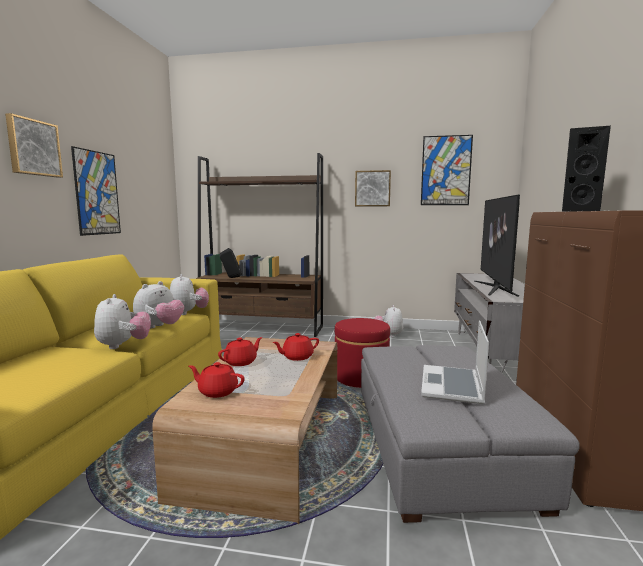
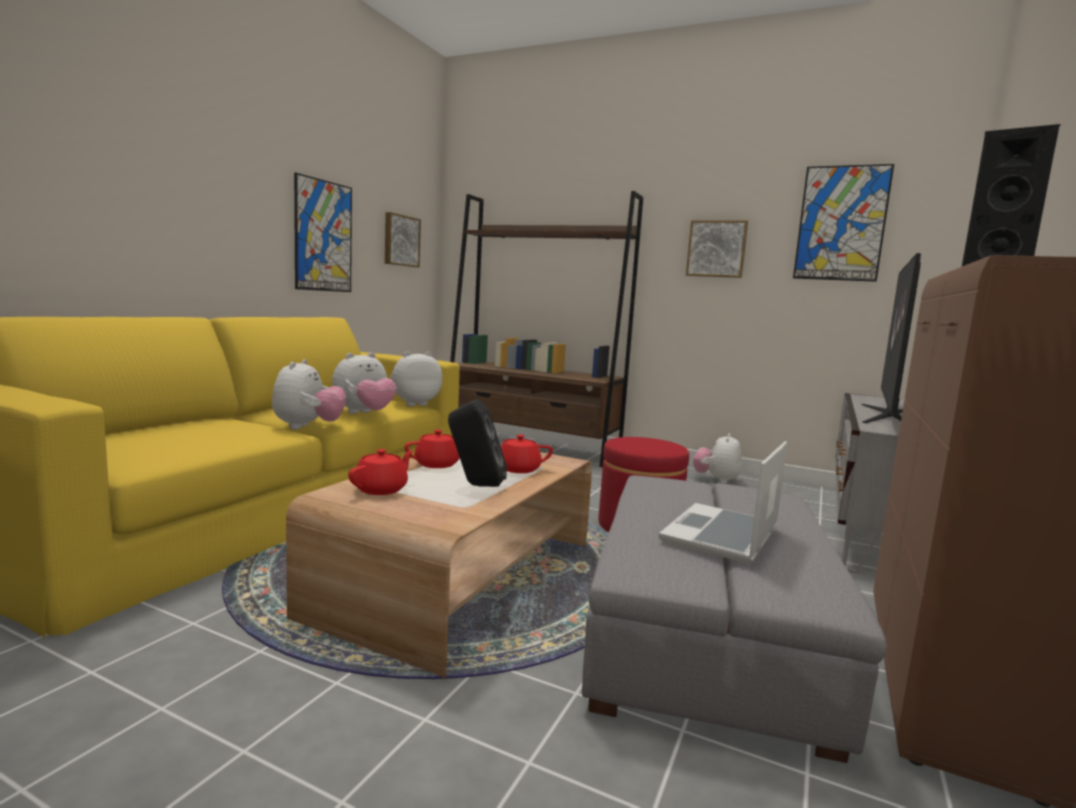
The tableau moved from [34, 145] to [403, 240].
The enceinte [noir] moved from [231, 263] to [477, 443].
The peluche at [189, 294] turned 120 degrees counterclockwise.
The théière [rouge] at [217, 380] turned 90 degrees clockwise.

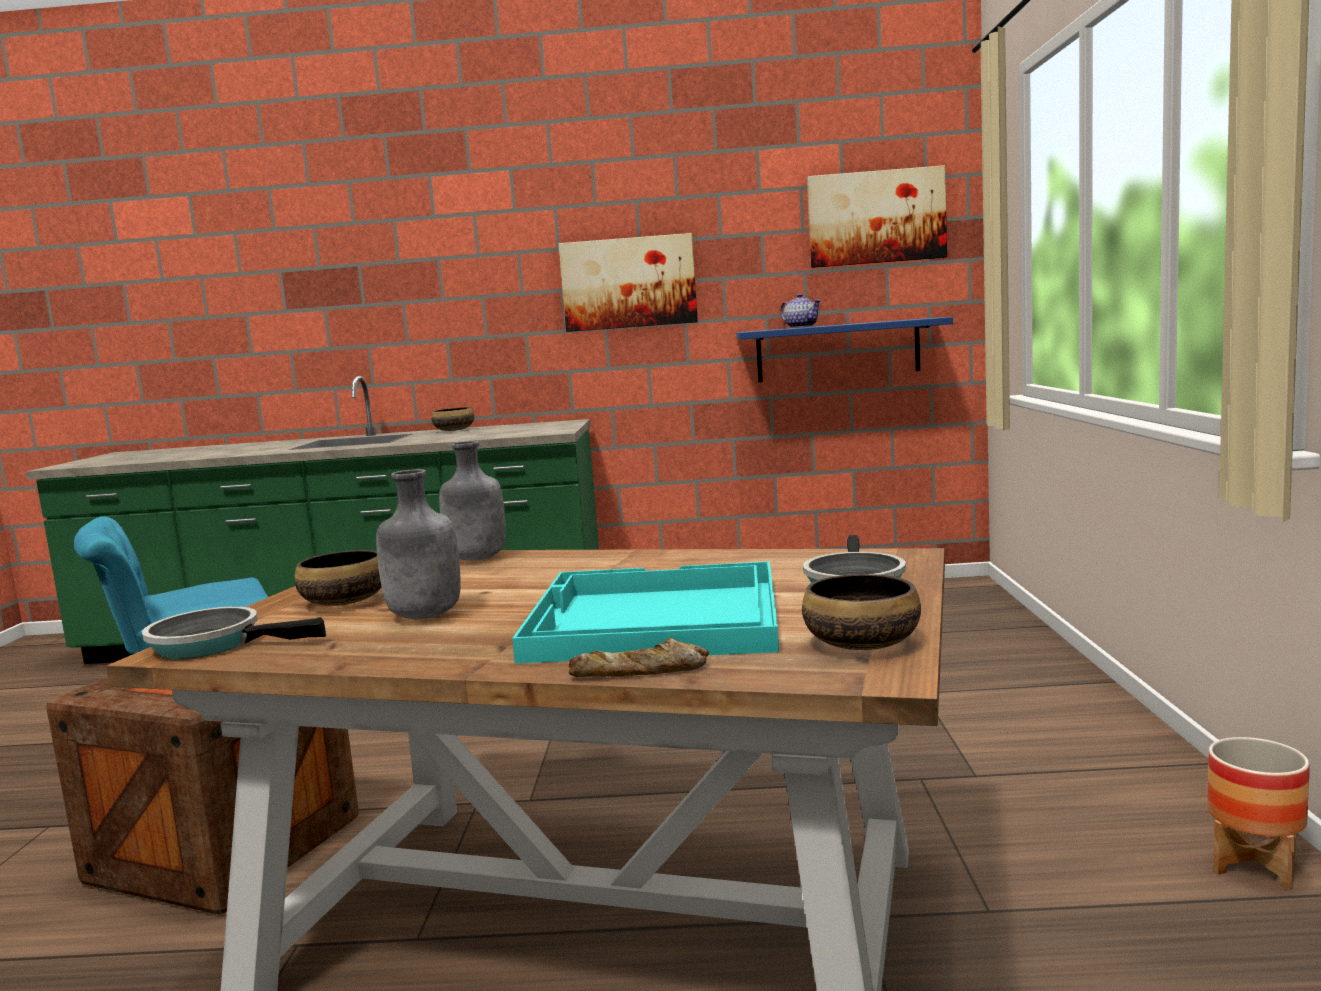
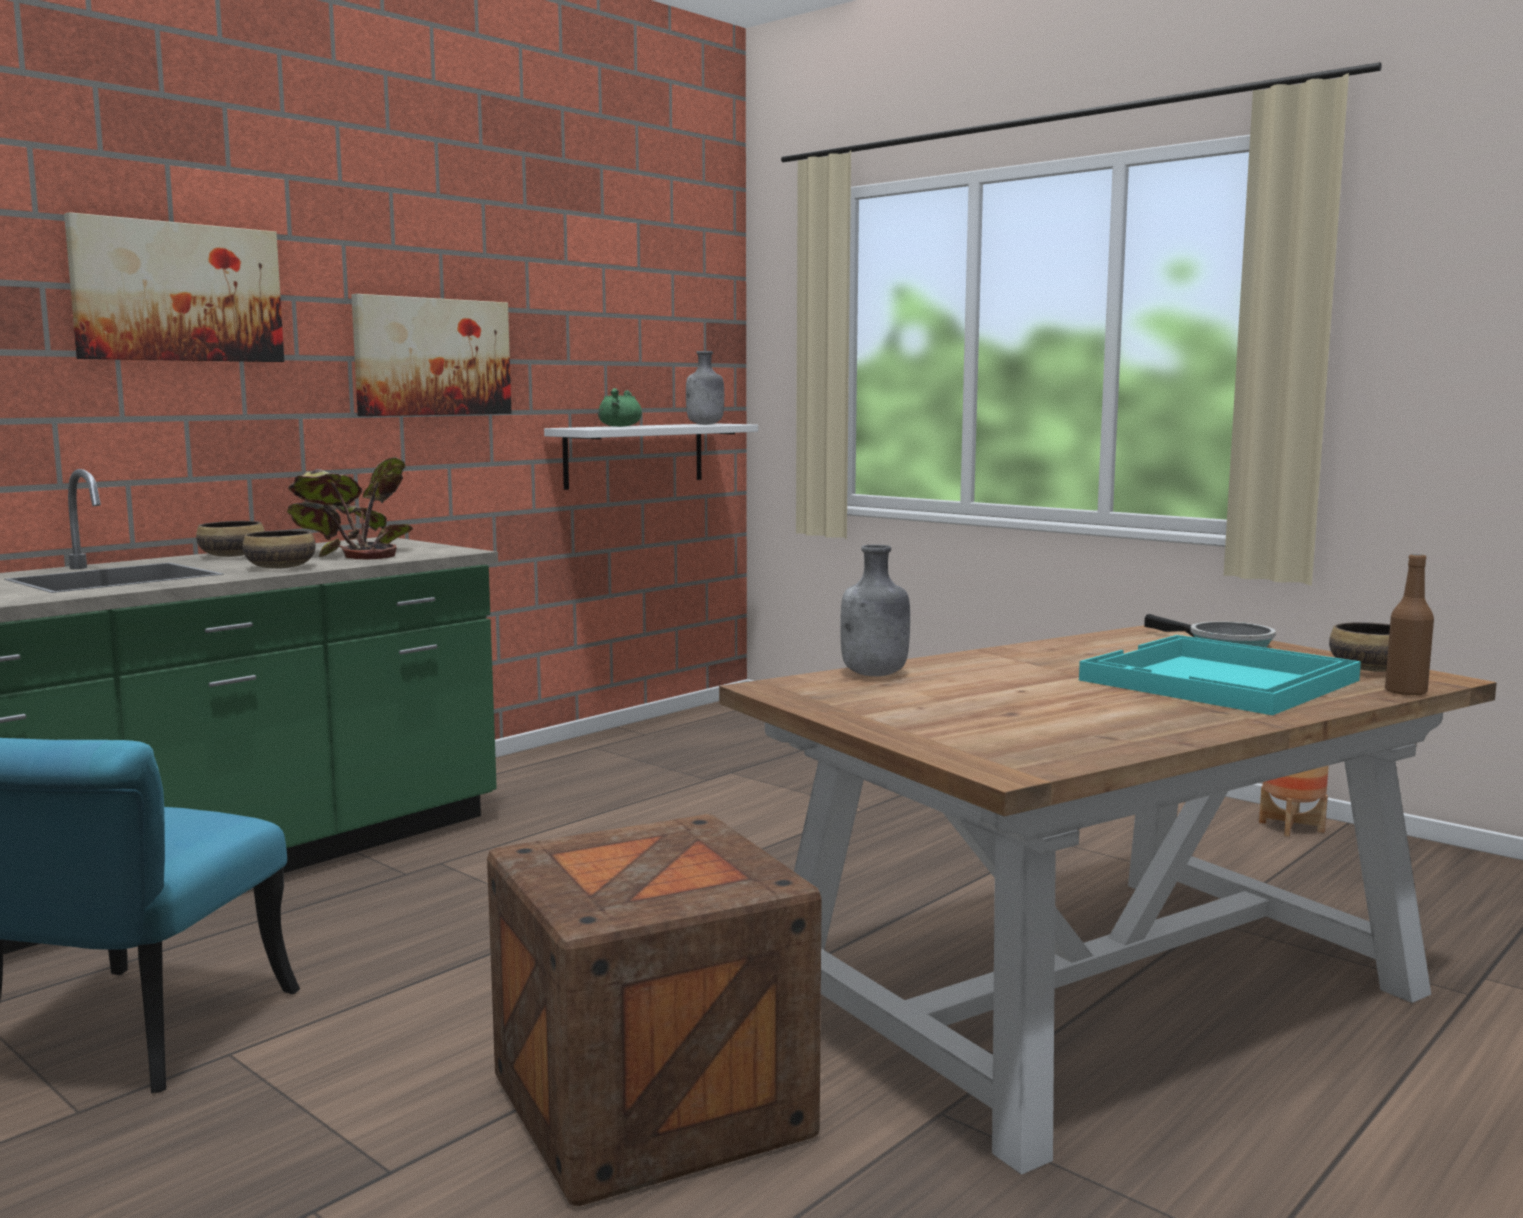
The tableau moved from [877, 216] to [174, 287].
The théière at [800, 311] was replaced by the marmite [vert] at [620, 407].
The étagère [bleu] at [844, 349] became the étagère [blanc] at [651, 456].
The bouteille [gris] moved from [418, 544] to [705, 388].
The bol moved from [338, 578] to [279, 549].
The poêle at [234, 632] disappeared.
The pain at [639, 657] disappeared.
The plante en pot at [350, 508] appeared.
The bouteille [marron] at [1409, 625] appeared.

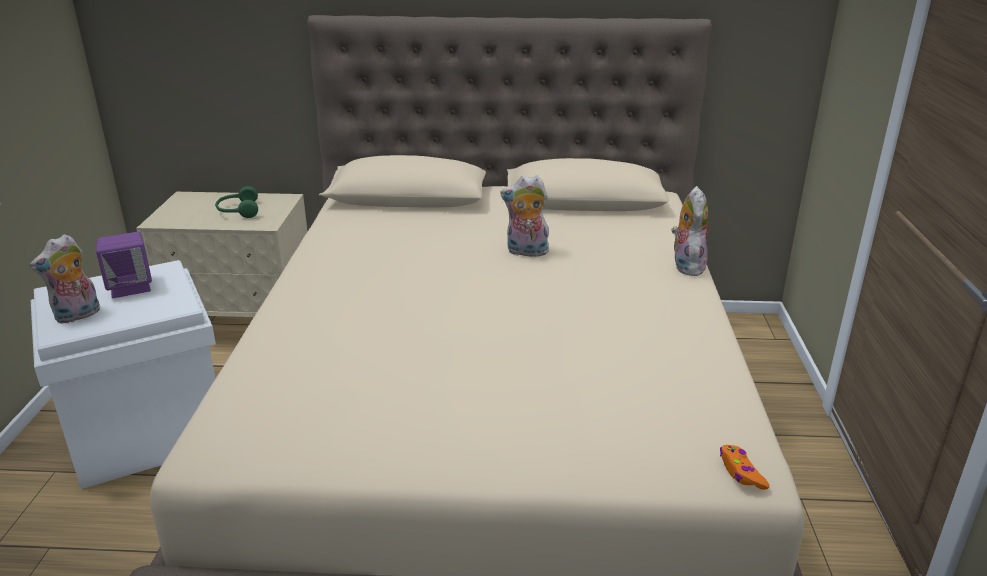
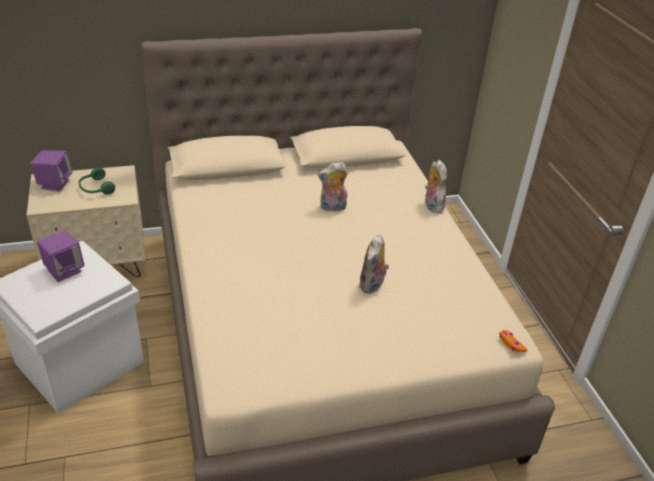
The peluche moved from [65, 279] to [374, 264].
The enceinte [violet] at [51, 170] appeared.

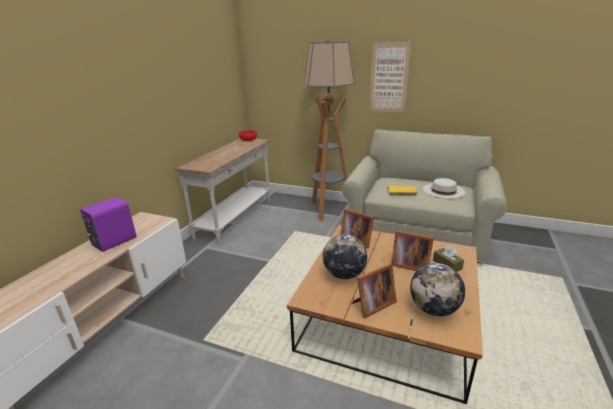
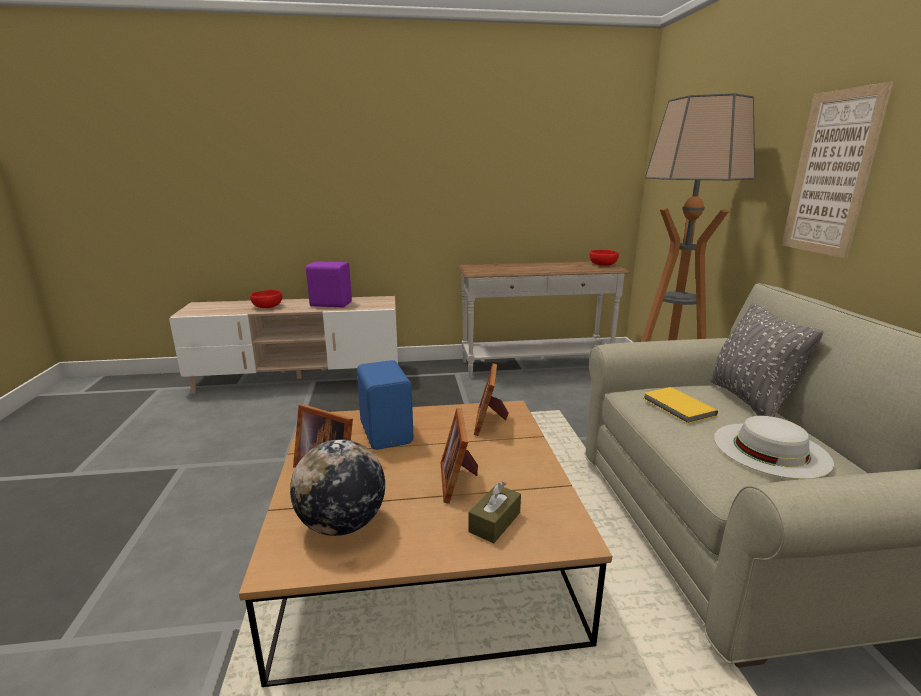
The globe at [345, 256] was replaced by the enceinte [bleu] at [385, 405].
The bol [rouge] at [266, 299] appeared.
The coussin [gris] at [766, 359] appeared.

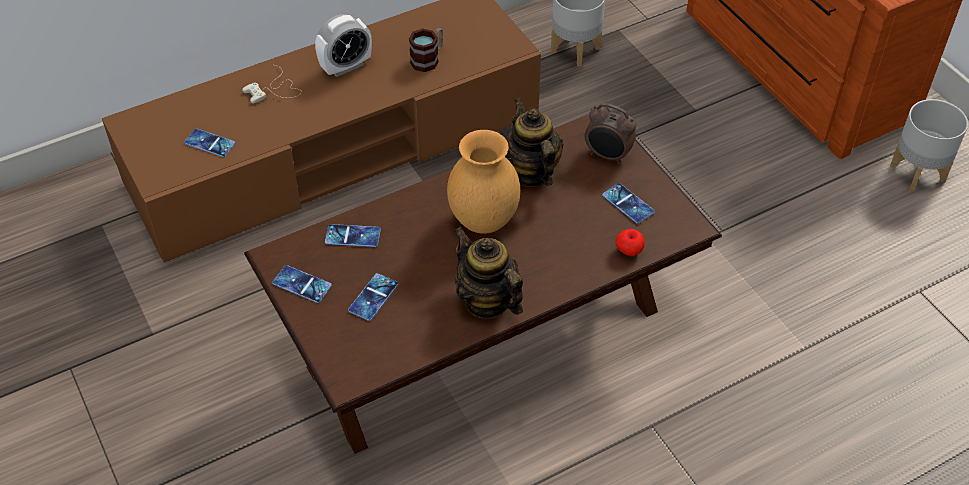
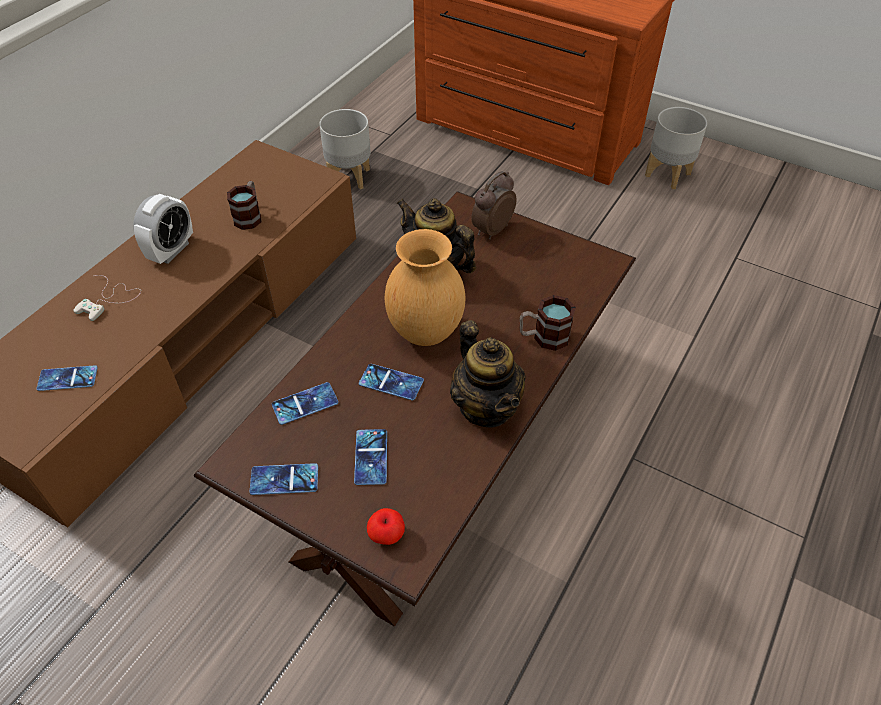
The réveil at [610, 133] turned 135 degrees clockwise.
The téléphone moved from [628, 203] to [391, 382].
The théière at [488, 273] turned 135 degrees counterclockwise.
The pomme moved from [630, 242] to [386, 526].
The mug at [548, 323] appeared.

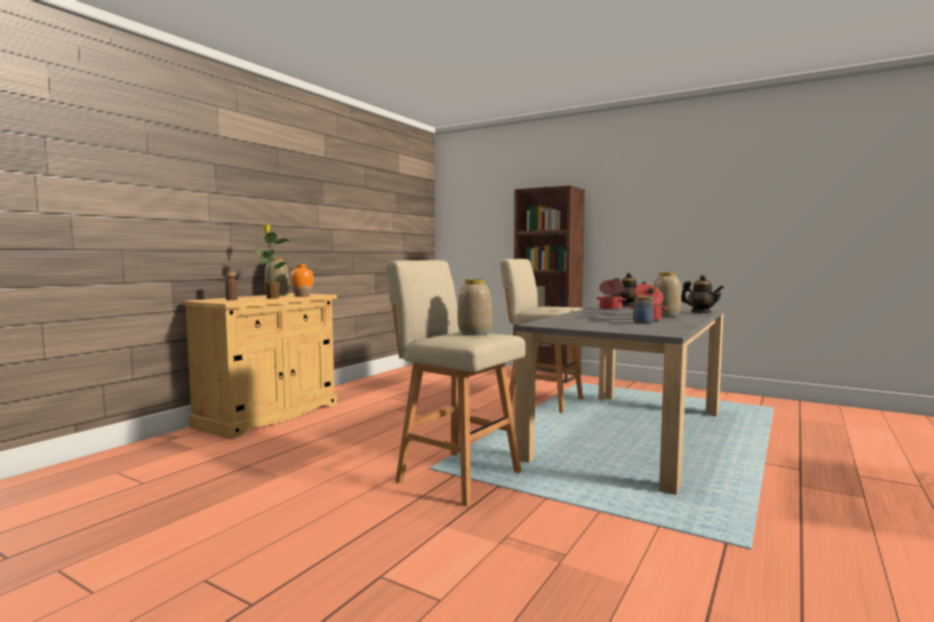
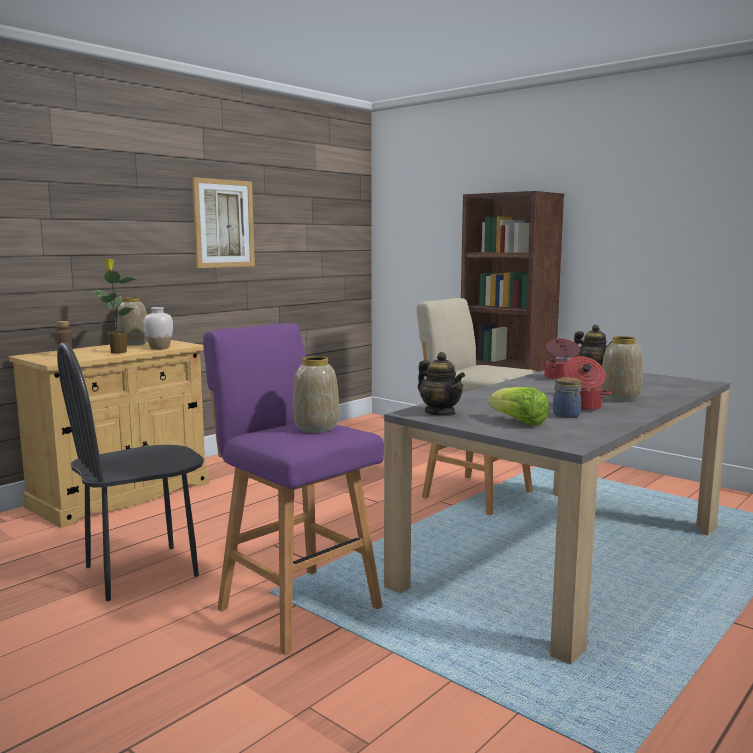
The tabouret [beige] at [455, 383] became the tabouret [violet] at [293, 489].
The vase [orange] at [302, 280] became the vase [blanc] at [158, 328].
The théière moved from [702, 294] to [441, 384].
The tableau at [223, 222] appeared.
The chaise [noir] at [130, 471] appeared.
The laitue at [518, 406] appeared.

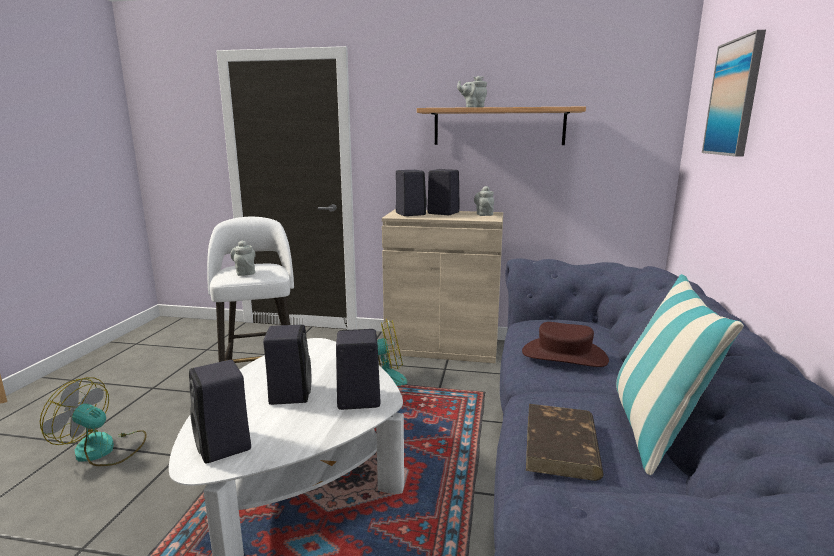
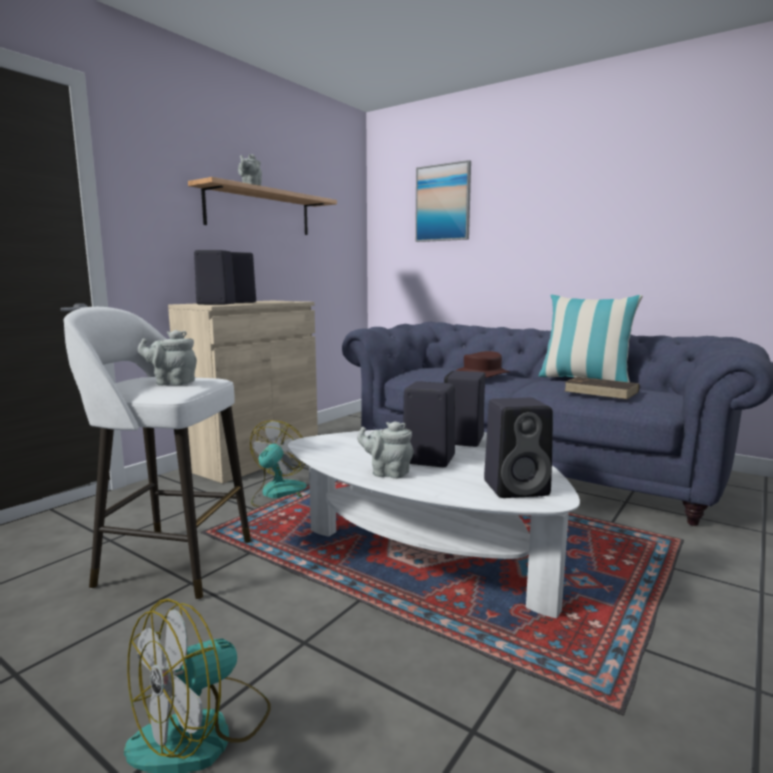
The théière [gris] moved from [484, 201] to [385, 450].

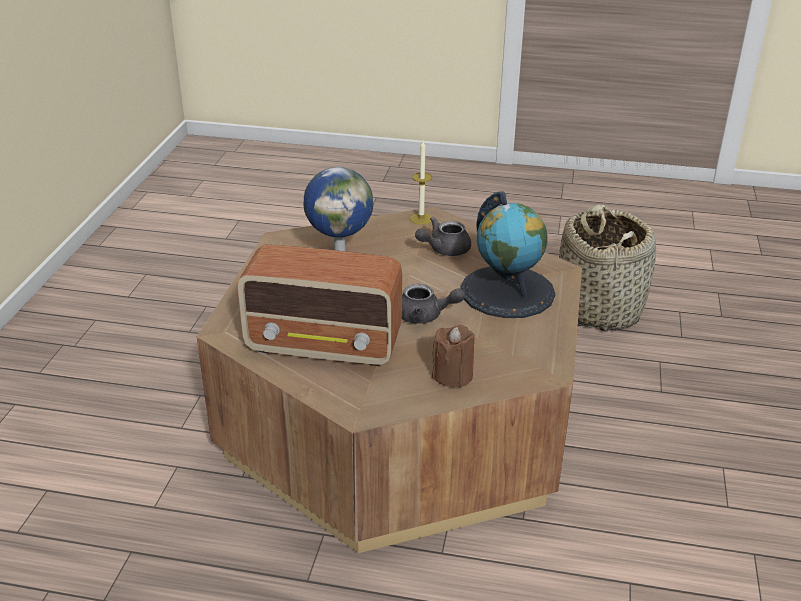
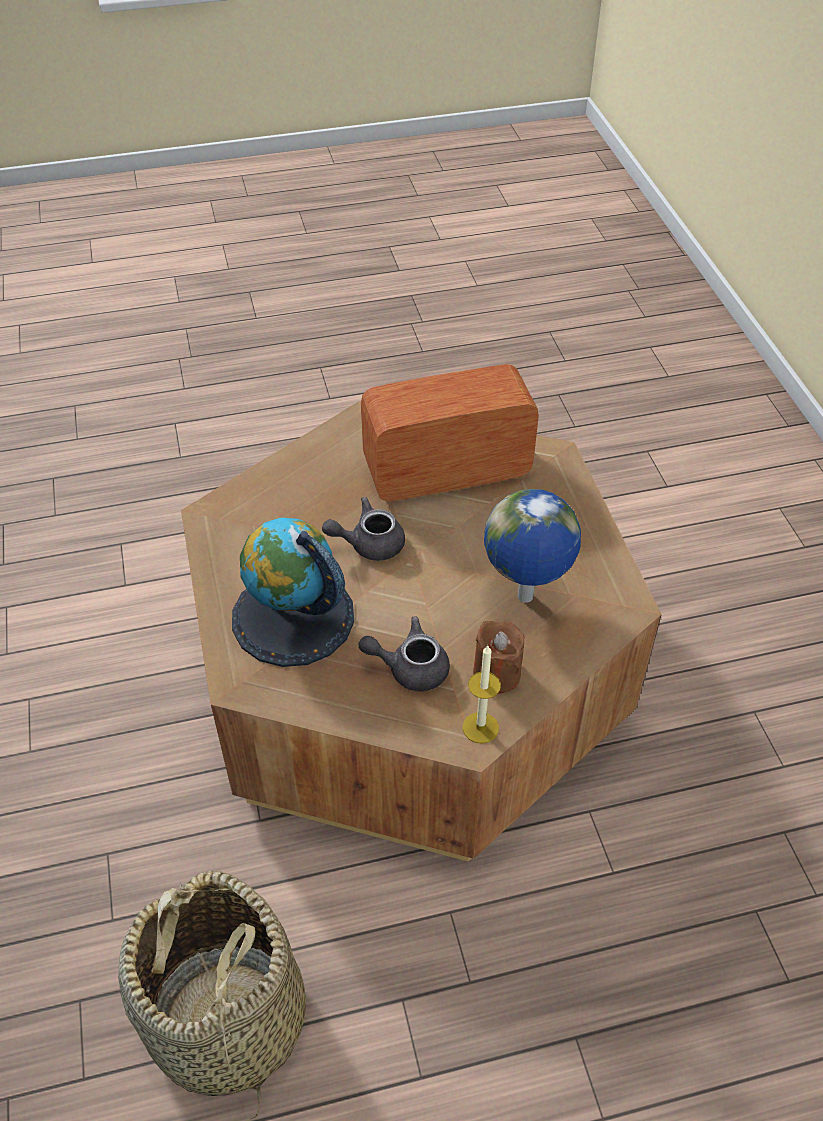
The théière [gris] at [443, 236] turned 120 degrees counterclockwise.
The bougie [marron] moved from [453, 356] to [498, 657].

